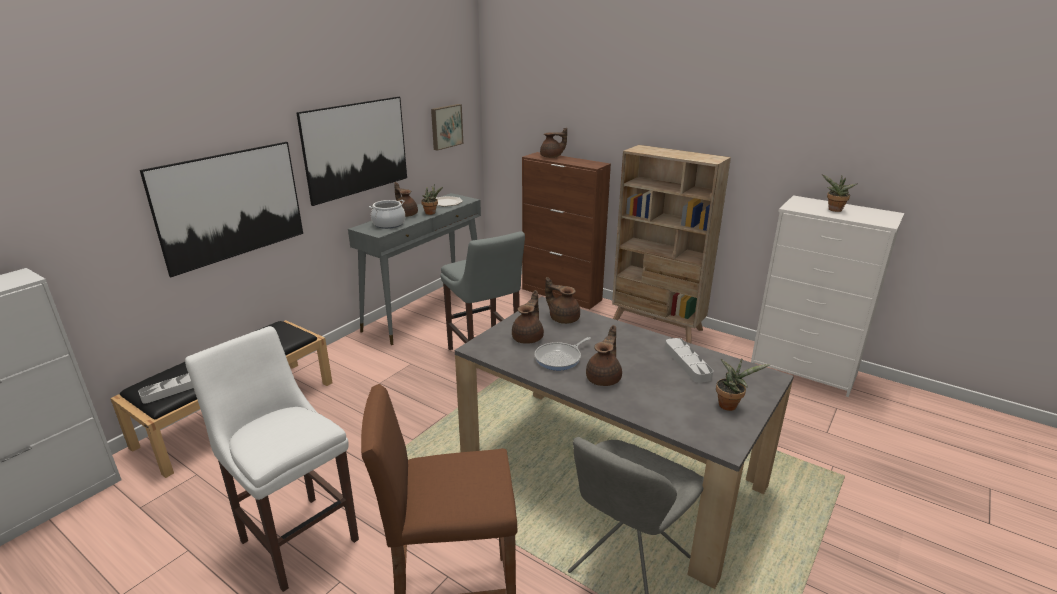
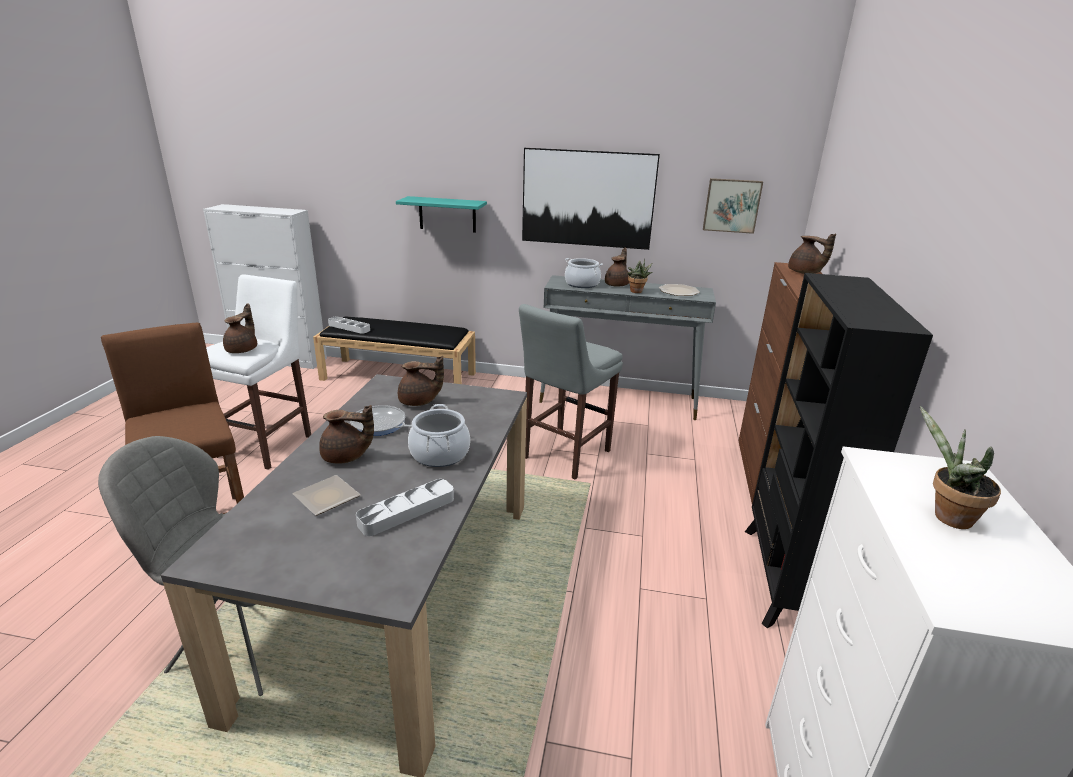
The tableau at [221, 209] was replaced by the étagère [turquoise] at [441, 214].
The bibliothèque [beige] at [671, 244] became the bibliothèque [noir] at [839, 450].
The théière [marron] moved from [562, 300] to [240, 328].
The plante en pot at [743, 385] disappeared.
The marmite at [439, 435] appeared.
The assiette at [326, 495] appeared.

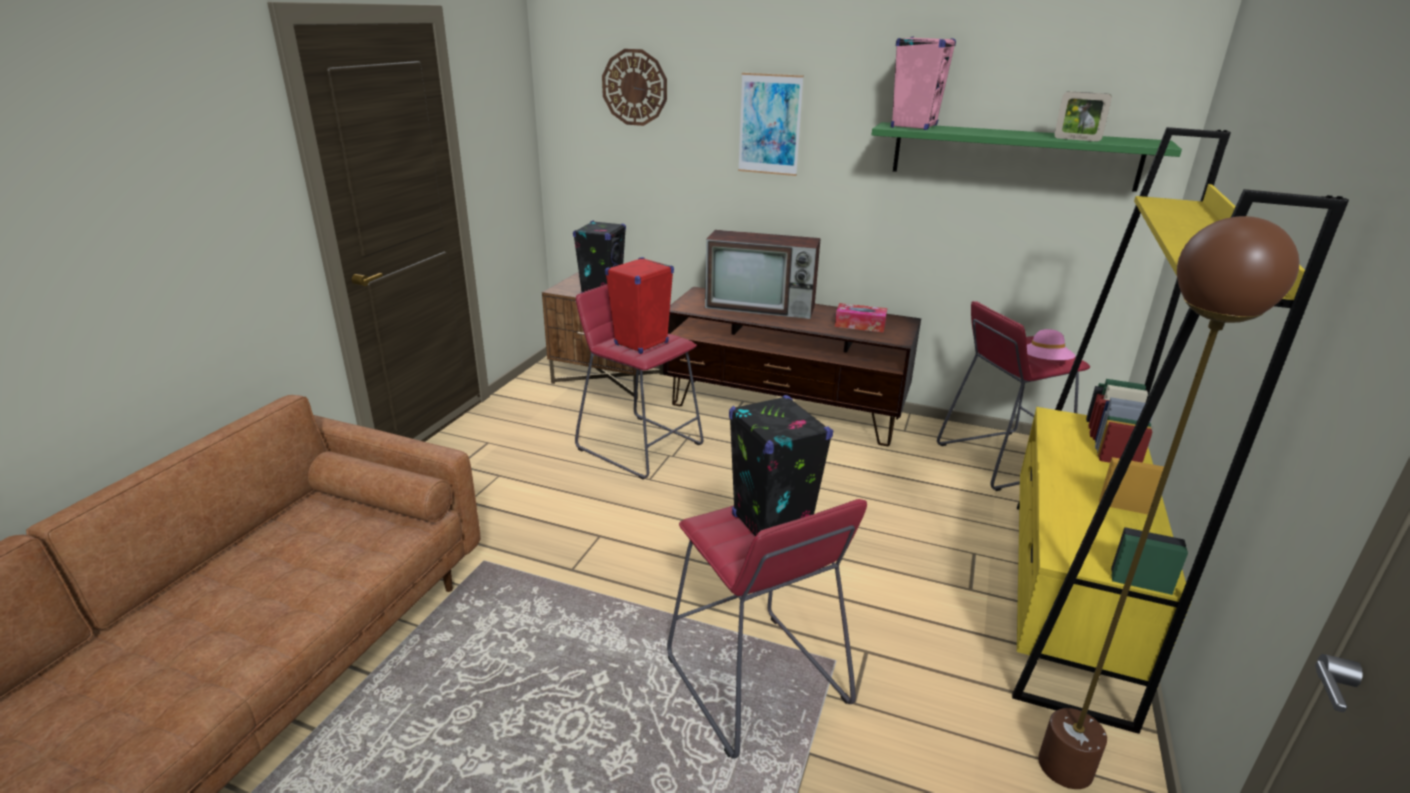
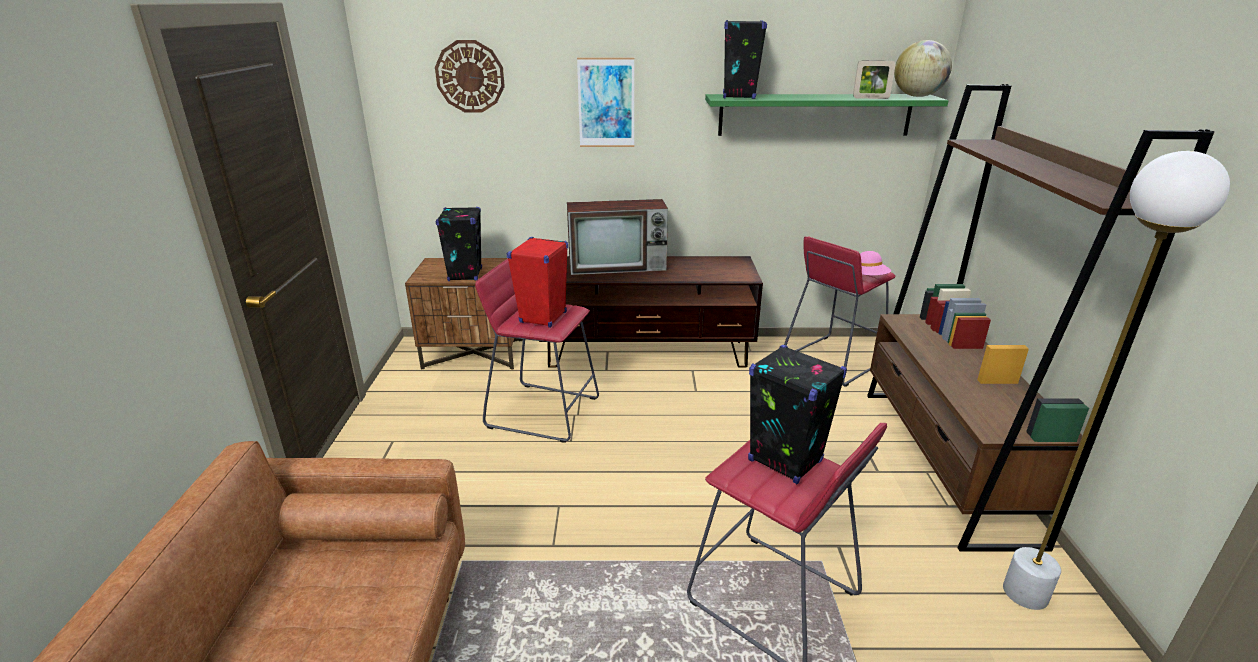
The enceinte [rose] at [923, 83] became the enceinte [noir] at [745, 59].
The bibliothèque [jaune] at [1180, 430] became the bibliothèque [marron] at [1040, 317].
The lampadaire [marron] at [1168, 502] became the lampadaire [blanc] at [1116, 380].
The boîte à mouchoirs at [861, 318] disappeared.
The globe at [923, 68] appeared.

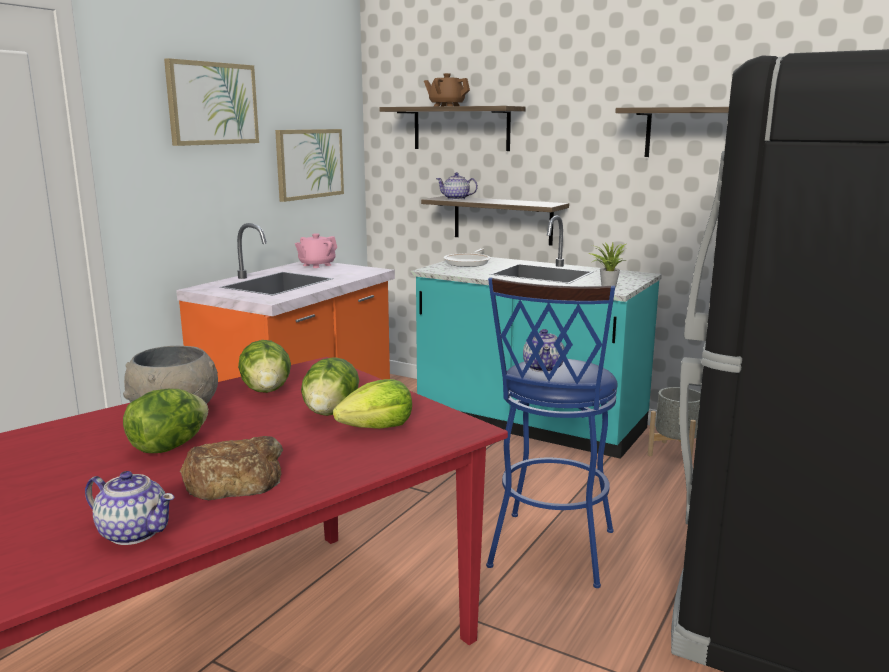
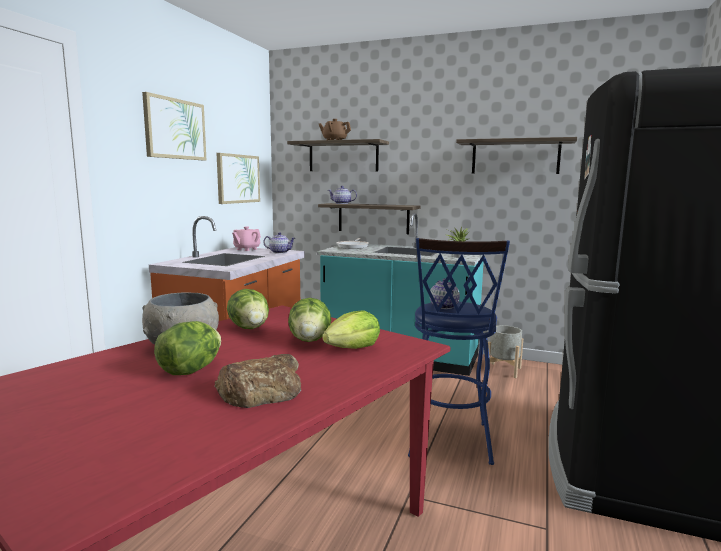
The théière moved from [130, 508] to [279, 243].

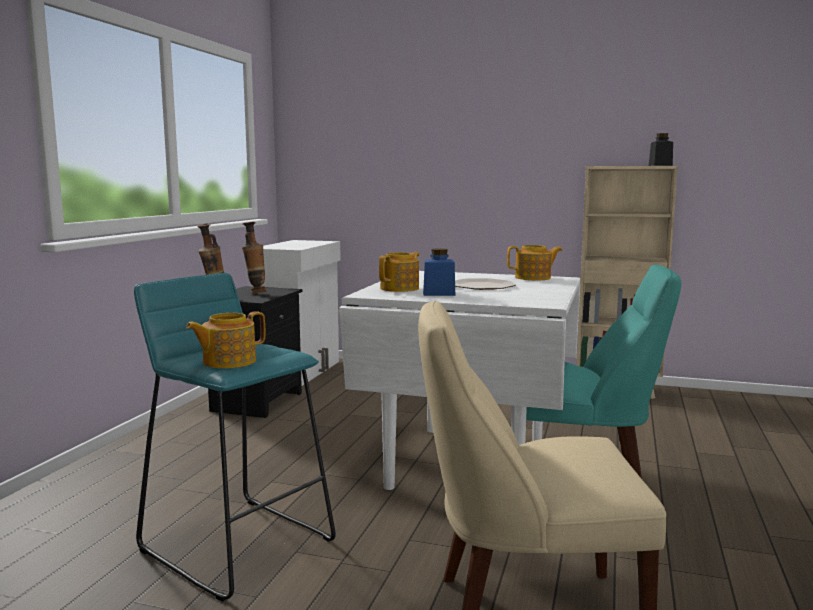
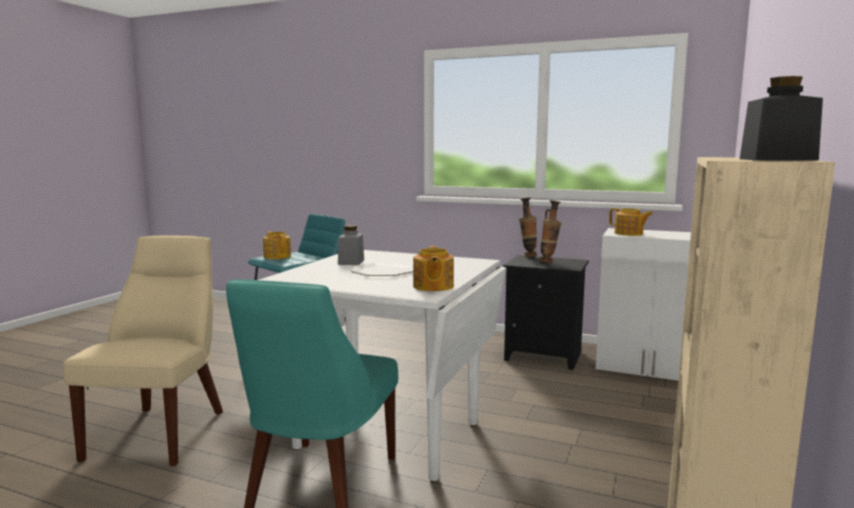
The bocal [bleu] at [439, 272] became the bocal [gris] at [351, 245].
The théière moved from [399, 272] to [631, 222].

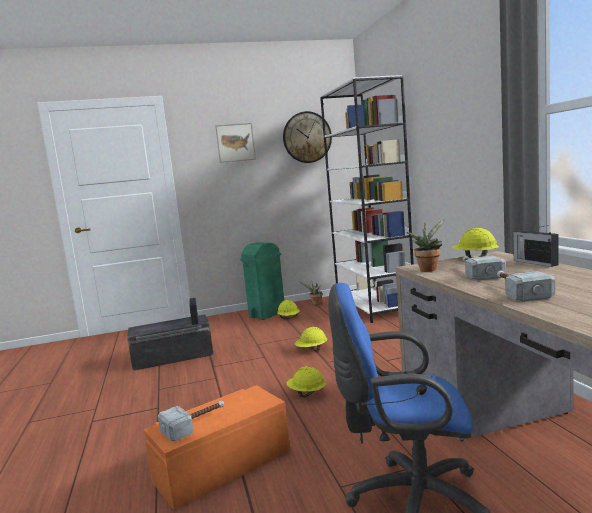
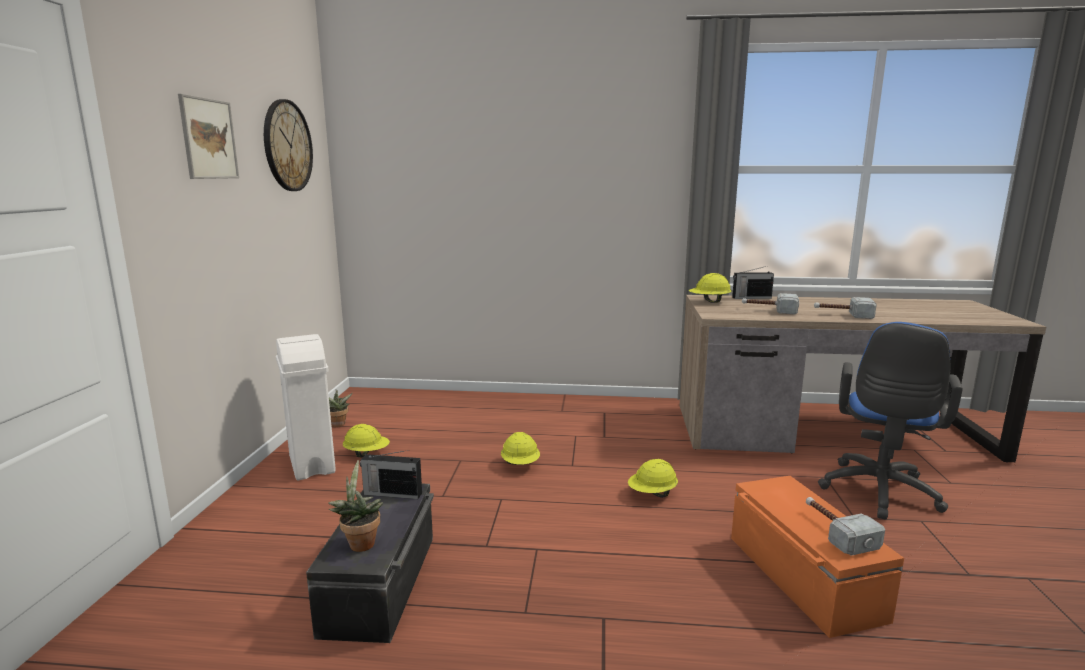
The bibliothèque [blanc] at [367, 199] disappeared.
The plante en pot moved from [425, 245] to [355, 506].
The poubelle [vert] at [262, 281] became the poubelle [blanc] at [306, 407].

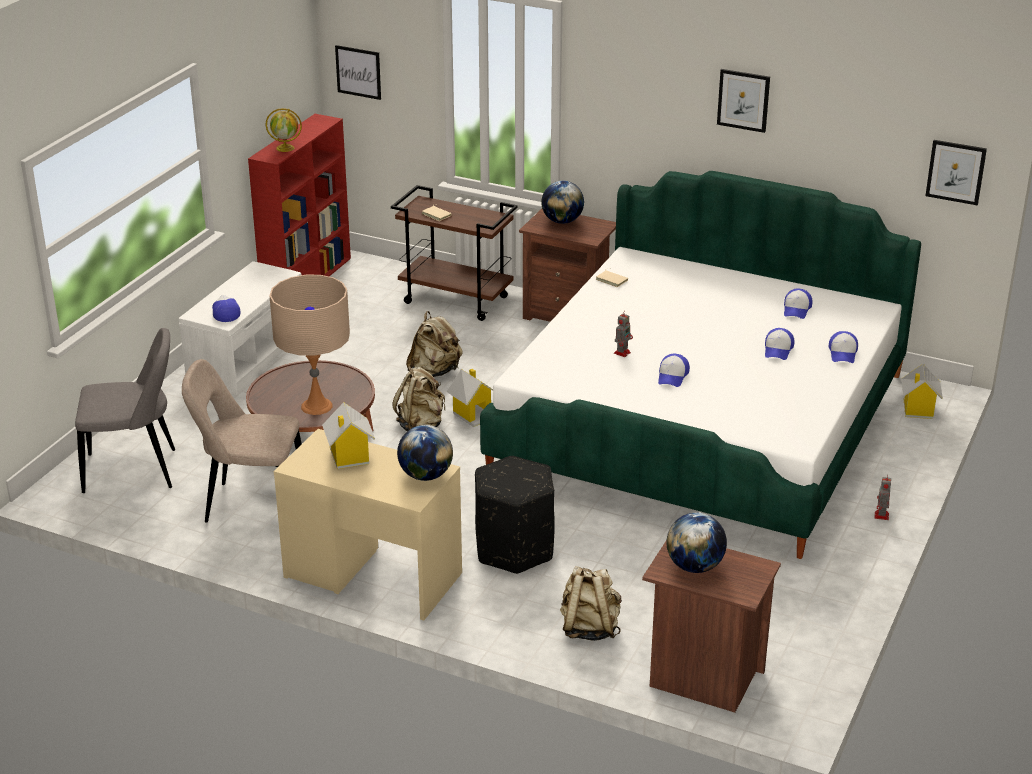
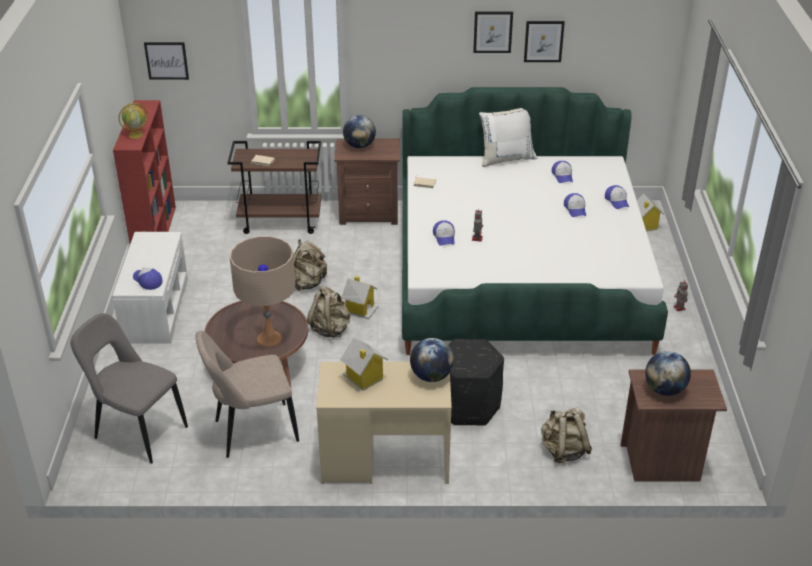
The tableau moved from [956, 172] to [544, 41].
The chaise [gris] at [125, 410] turned 120 degrees counterclockwise.
The casquette moved from [674, 370] to [444, 233].
The coussin [blanc] at [508, 137] appeared.

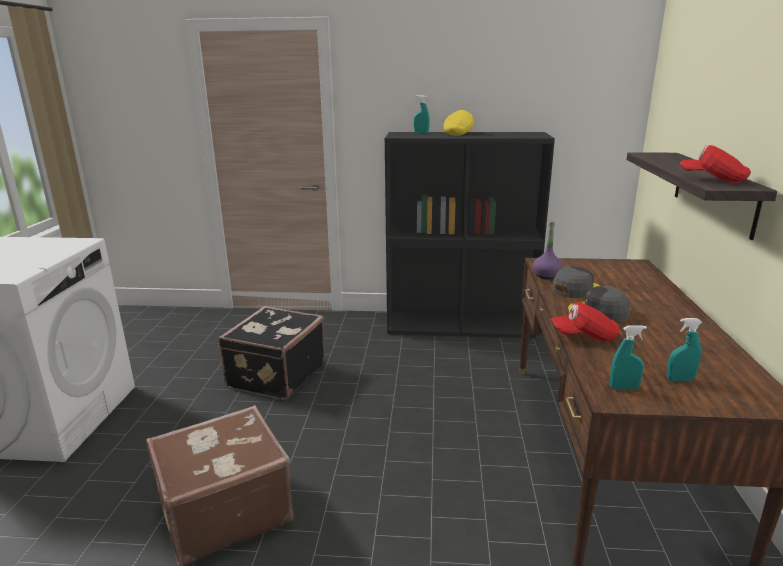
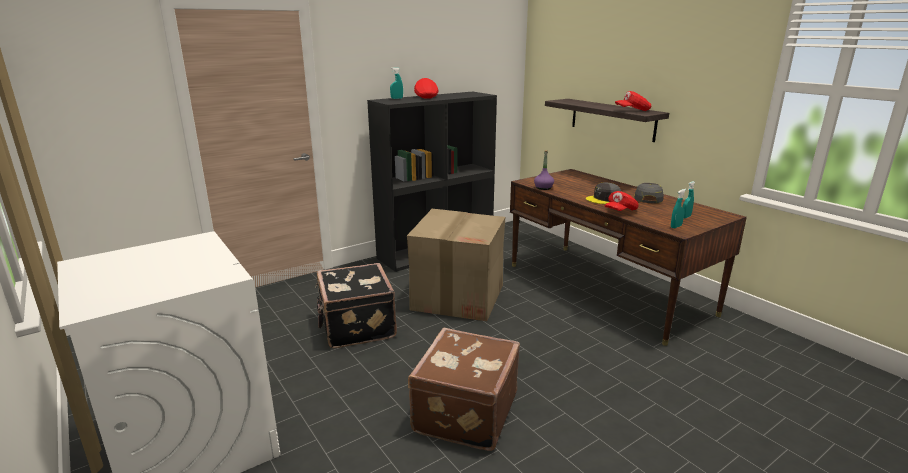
The casquette [jaune] at [459, 123] became the casquette [rouge] at [426, 88].
The casquette [gris] moved from [576, 282] to [649, 193].
The carton at [456, 265] appeared.

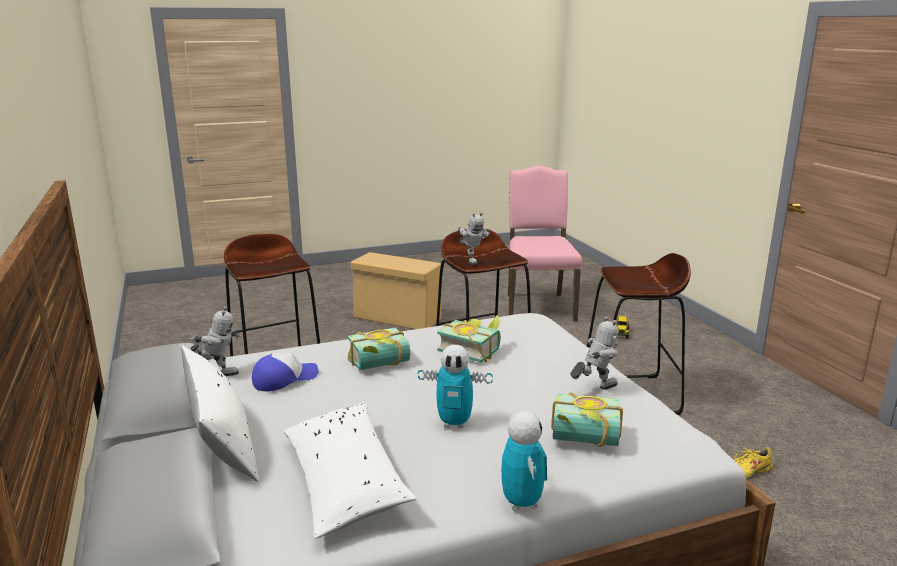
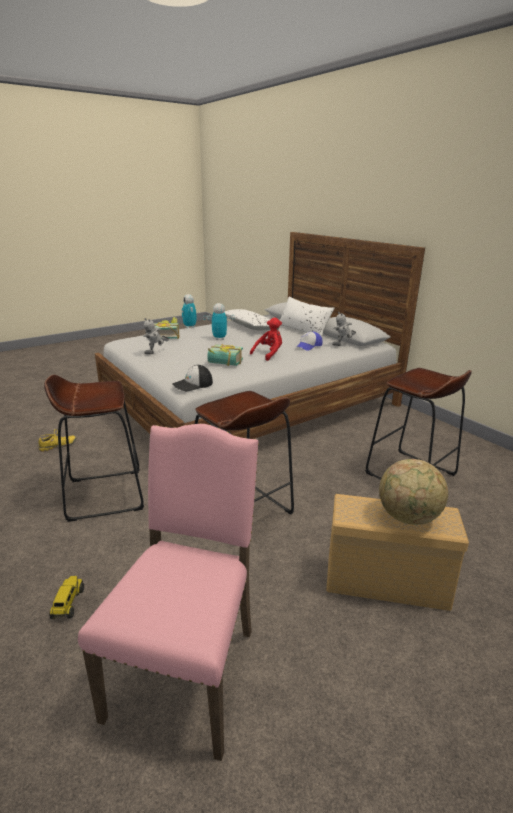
The chaise [rose] at [545, 244] turned 150 degrees counterclockwise.
The robot jouet at [474, 238] disappeared.
The livre at [379, 349] was replaced by the peluche [rouge] at [266, 339].
The casquette at [192, 378] appeared.
The globe at [413, 492] appeared.

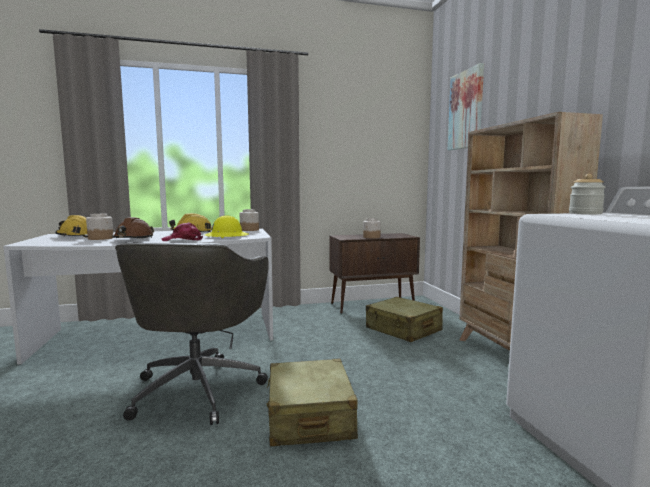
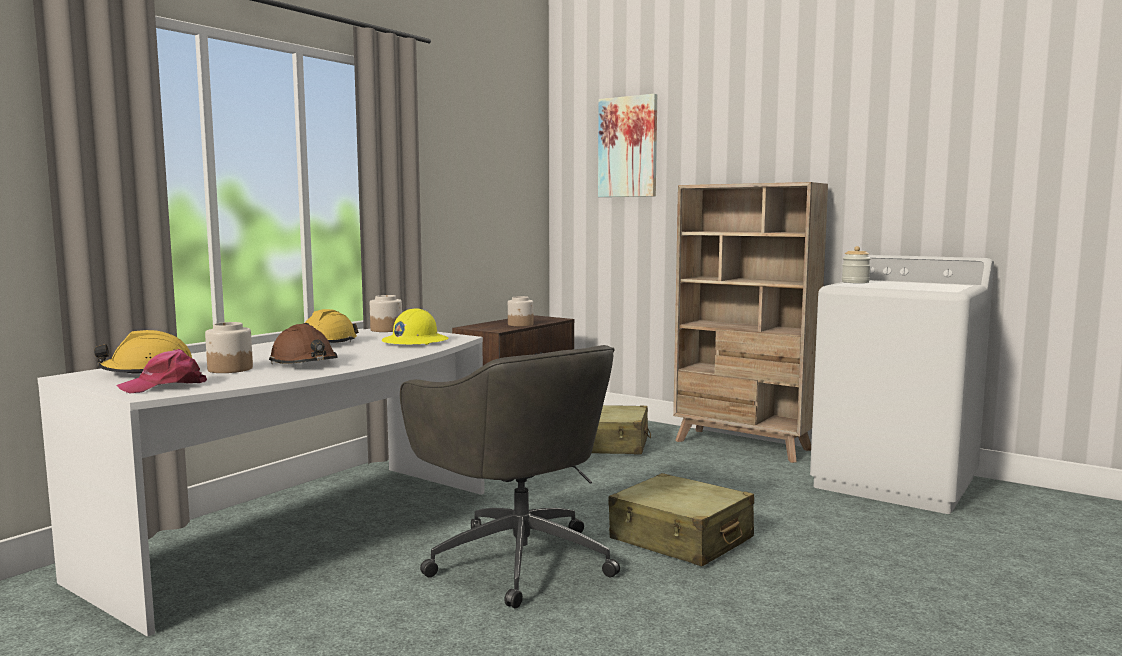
The casquette [rose] moved from [182, 231] to [162, 371].

